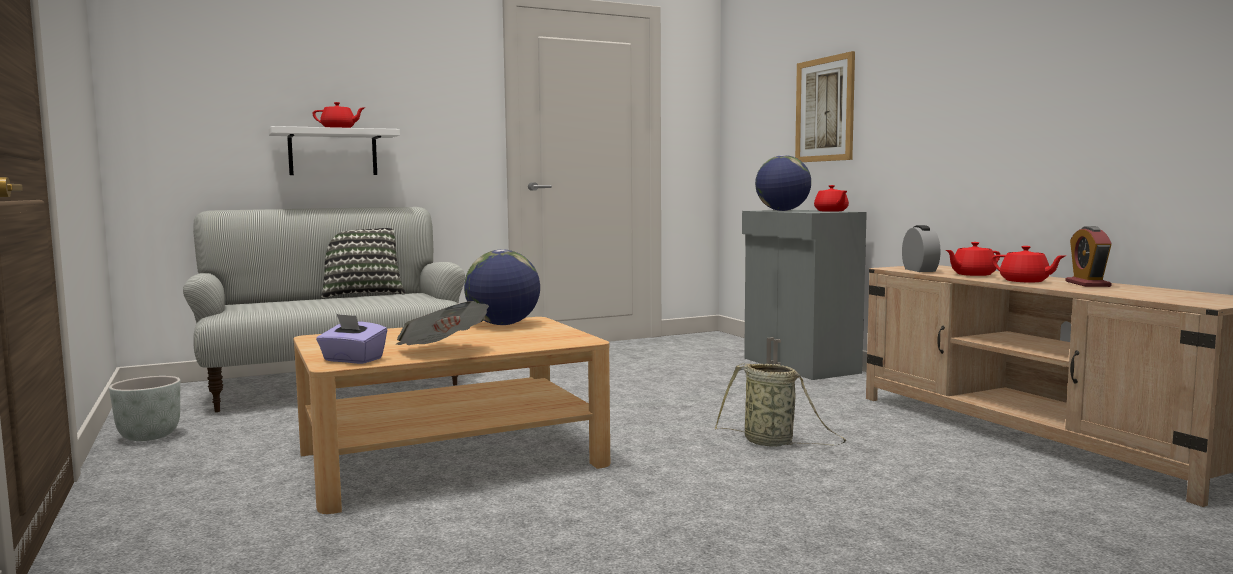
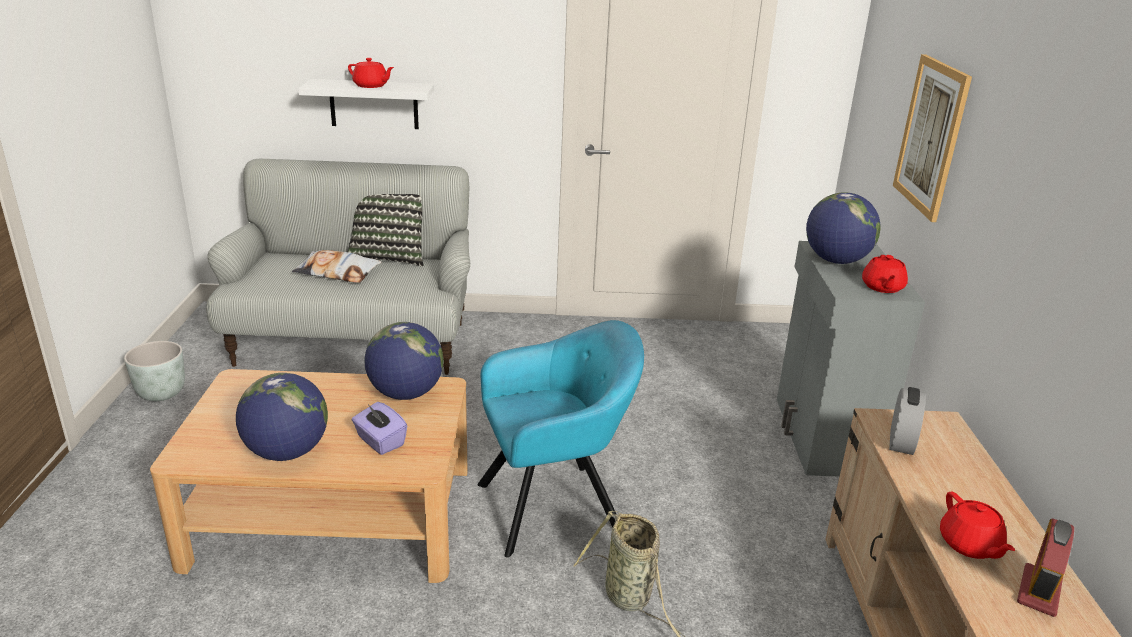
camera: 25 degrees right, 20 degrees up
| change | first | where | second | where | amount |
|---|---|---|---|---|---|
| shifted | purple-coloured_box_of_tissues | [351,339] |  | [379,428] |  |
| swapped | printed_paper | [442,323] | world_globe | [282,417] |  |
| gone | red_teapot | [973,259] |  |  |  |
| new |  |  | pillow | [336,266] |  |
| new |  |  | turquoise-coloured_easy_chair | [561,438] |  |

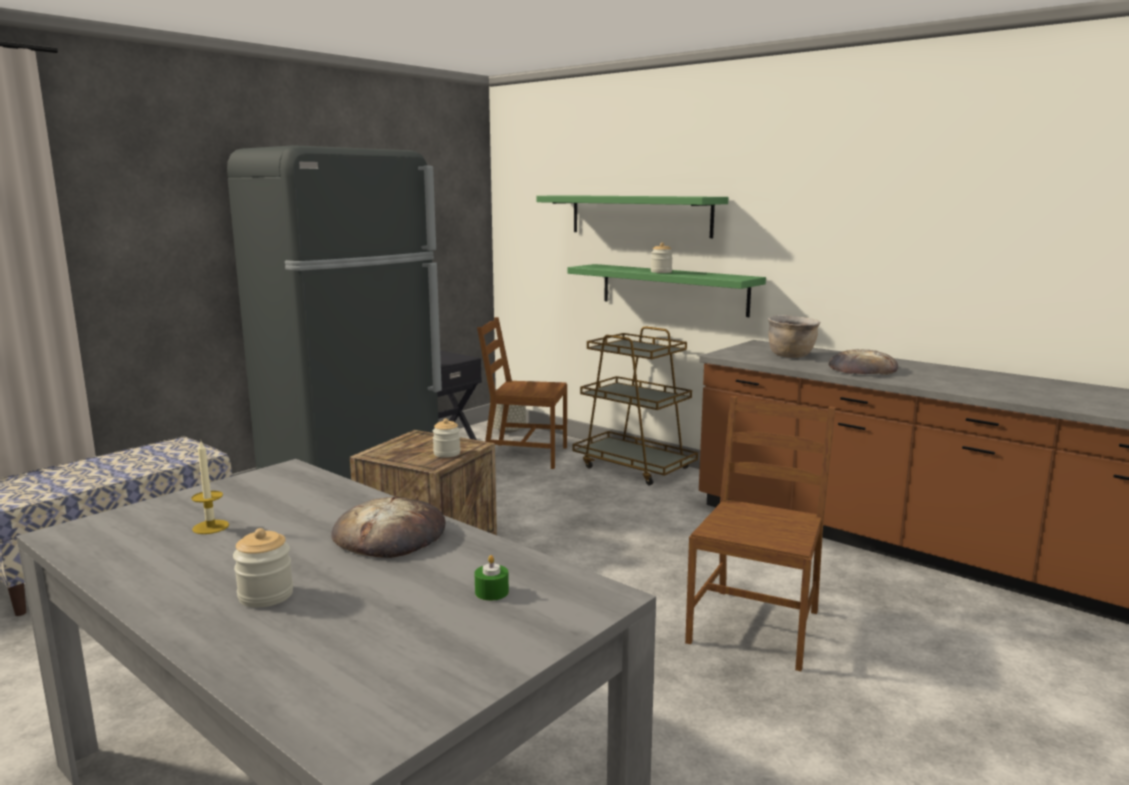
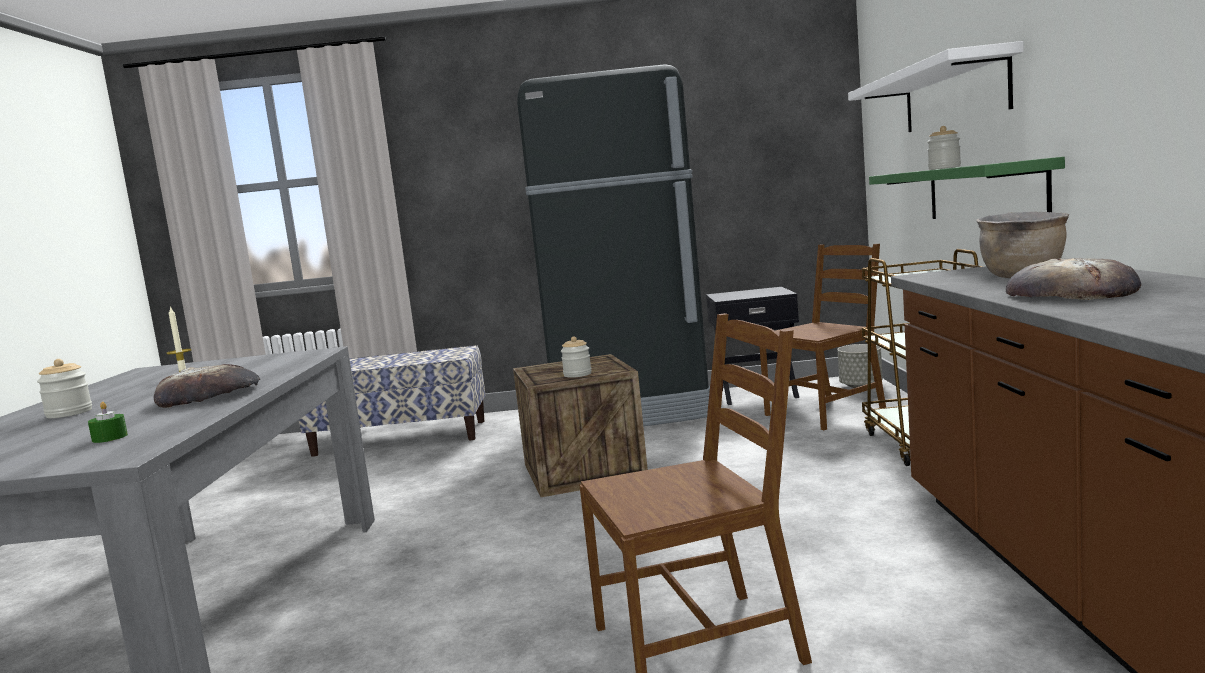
camera: 50 degrees right, 5 degrees down
| change | first | where | second | where | amount |
|---|---|---|---|---|---|
| rotated | brown_chair | [522,393] |  | [823,337] | 90 degrees clockwise |
| repainted | greenish_wall_shelf | [632,216] | whitish_wall_shelf | [936,86] |  |

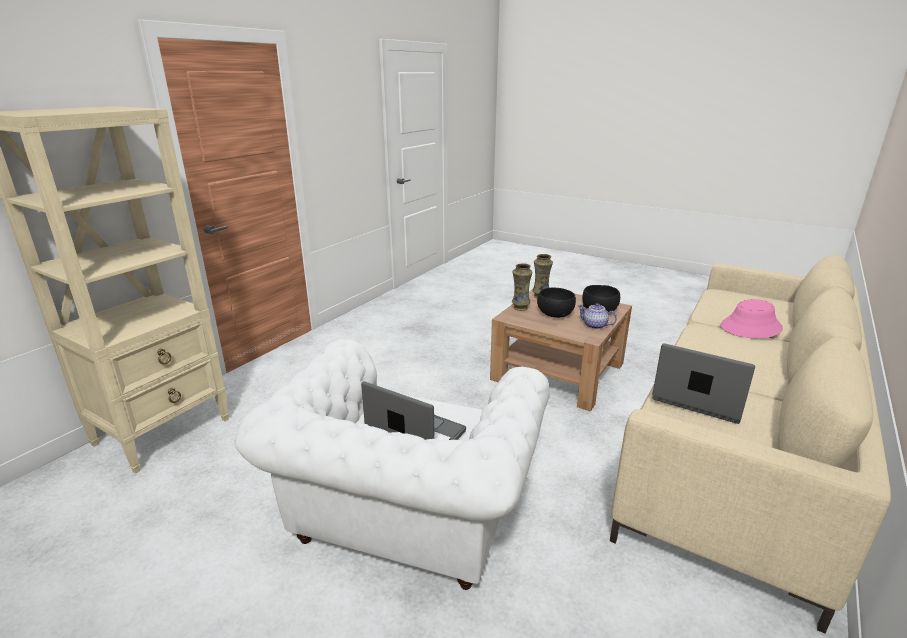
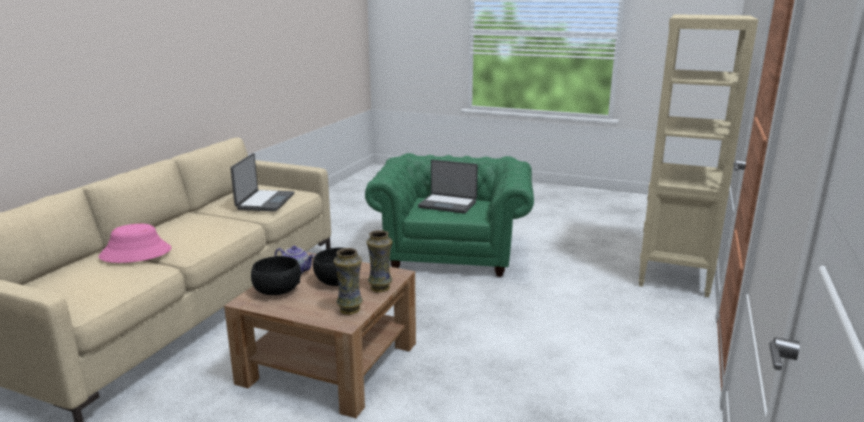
camera: 170 degrees right, 5 degrees down
| change | first | where | second | where | amount |
|---|---|---|---|---|---|
| repainted | whitish_easy_chair | [392,464] | greenish_easy_chair | [449,215] |  |
| rotated | notebook_computer | [703,383] |  | [262,182] | 105 degrees counterclockwise |

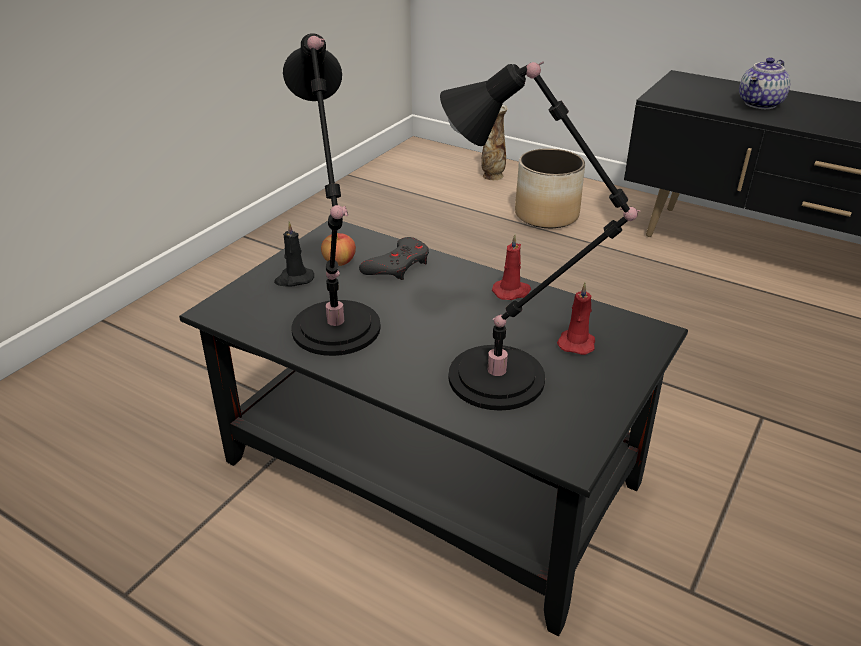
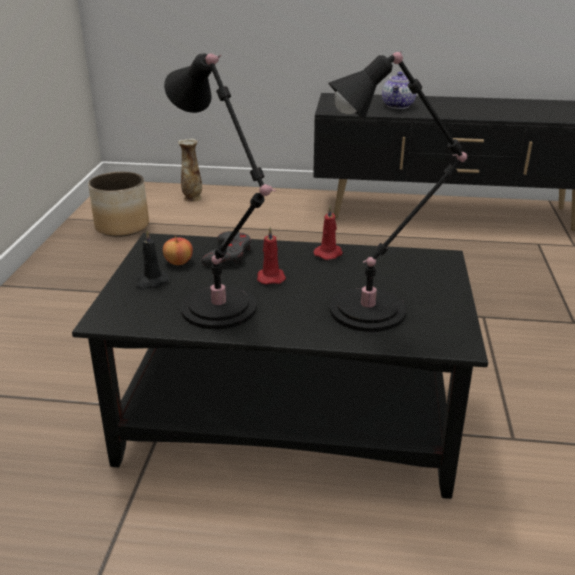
camera: 25 degrees left, 5 degrees down
| change | first | where | second | where | amount |
|---|---|---|---|---|---|
| shifted | planter | [550,188] |  | [118,204] |  |
| shifted | red_wax_candle | [576,318] |  | [271,255] |  |

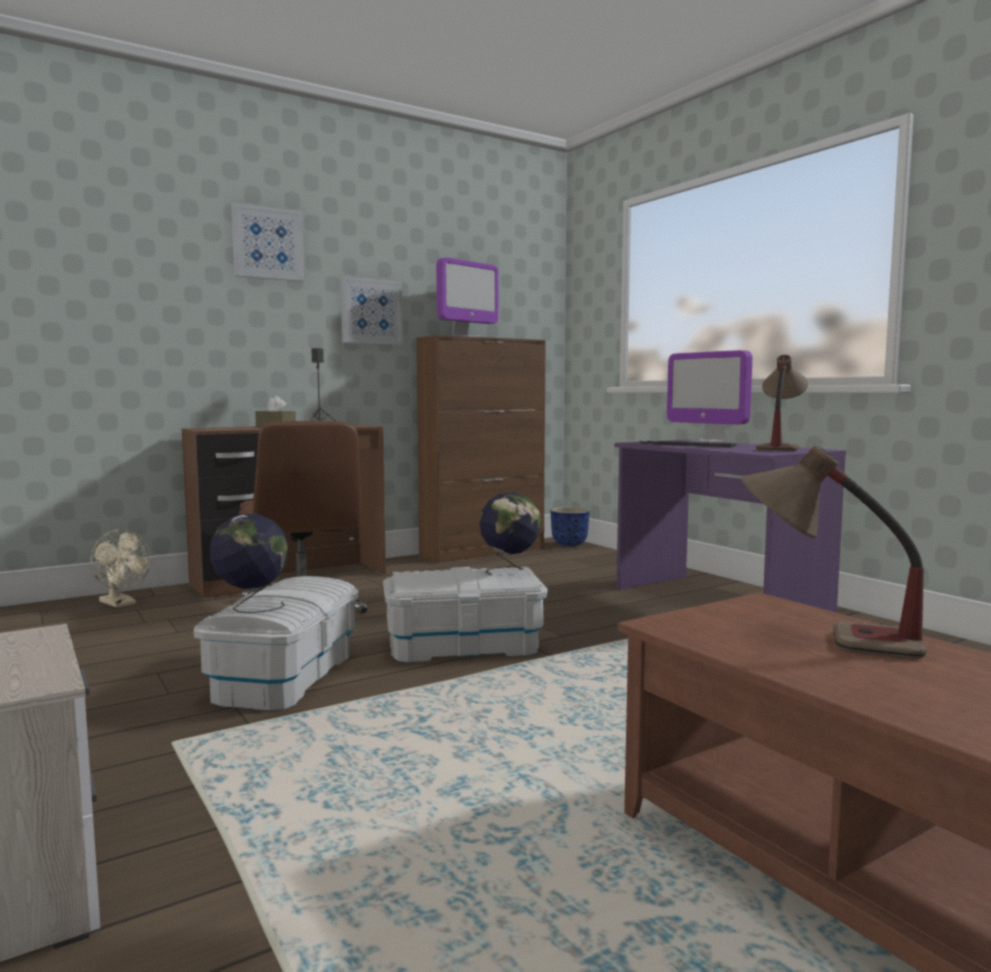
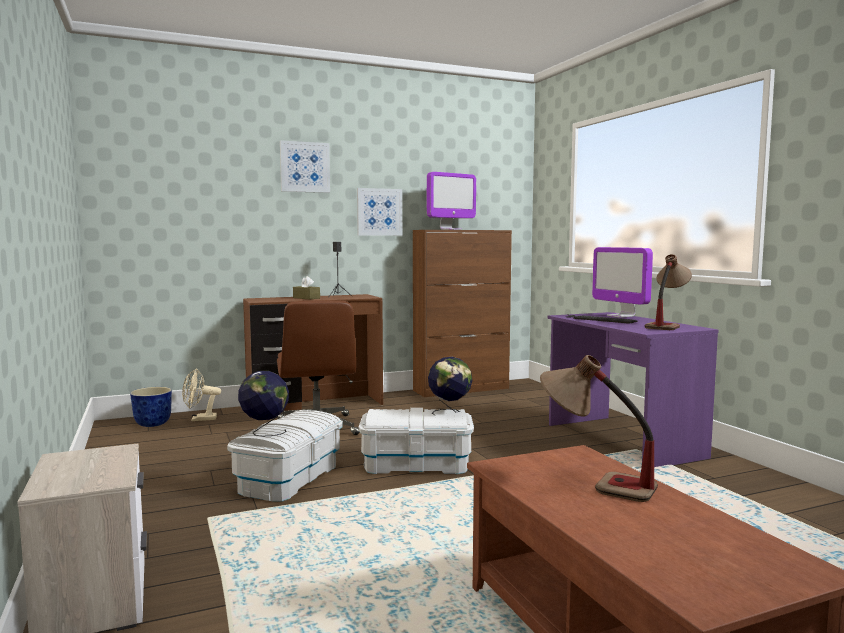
camera: 10 degrees right, 0 degrees up
| change | first | where | second | where | amount |
|---|---|---|---|---|---|
| rotated | beige-coloured_fan | [121,568] |  | [201,394] | 120 degrees clockwise |
| shifted | planter | [570,526] |  | [151,407] |  |

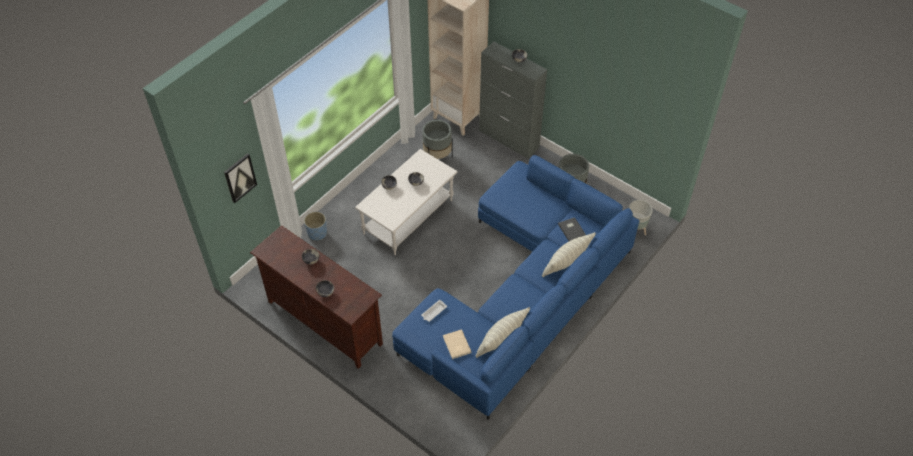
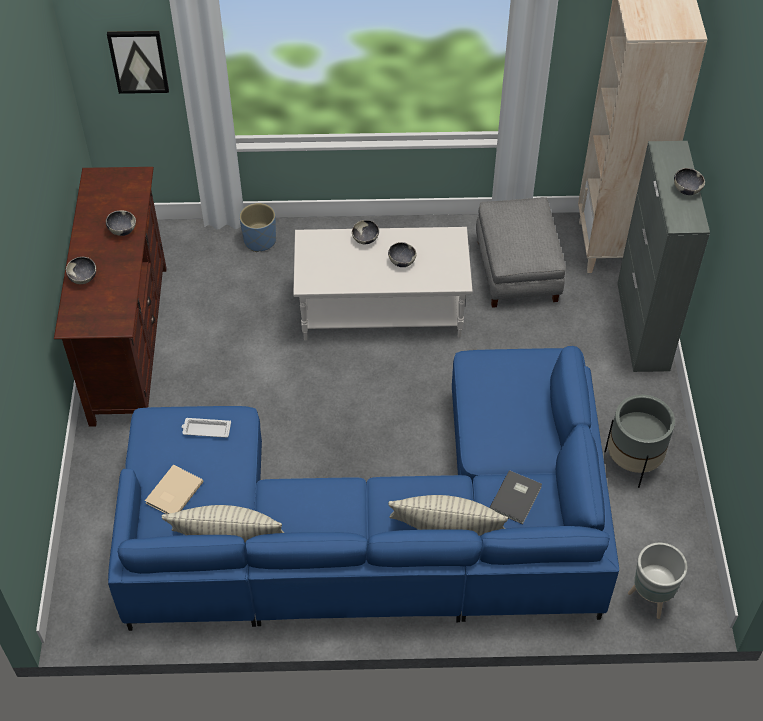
camera: 50 degrees right, 0 degrees up
| change | first | where | second | where | amount |
|---|---|---|---|---|---|
| swapped | gray_planter | [437,139] | gray_footrest | [521,252] |  |

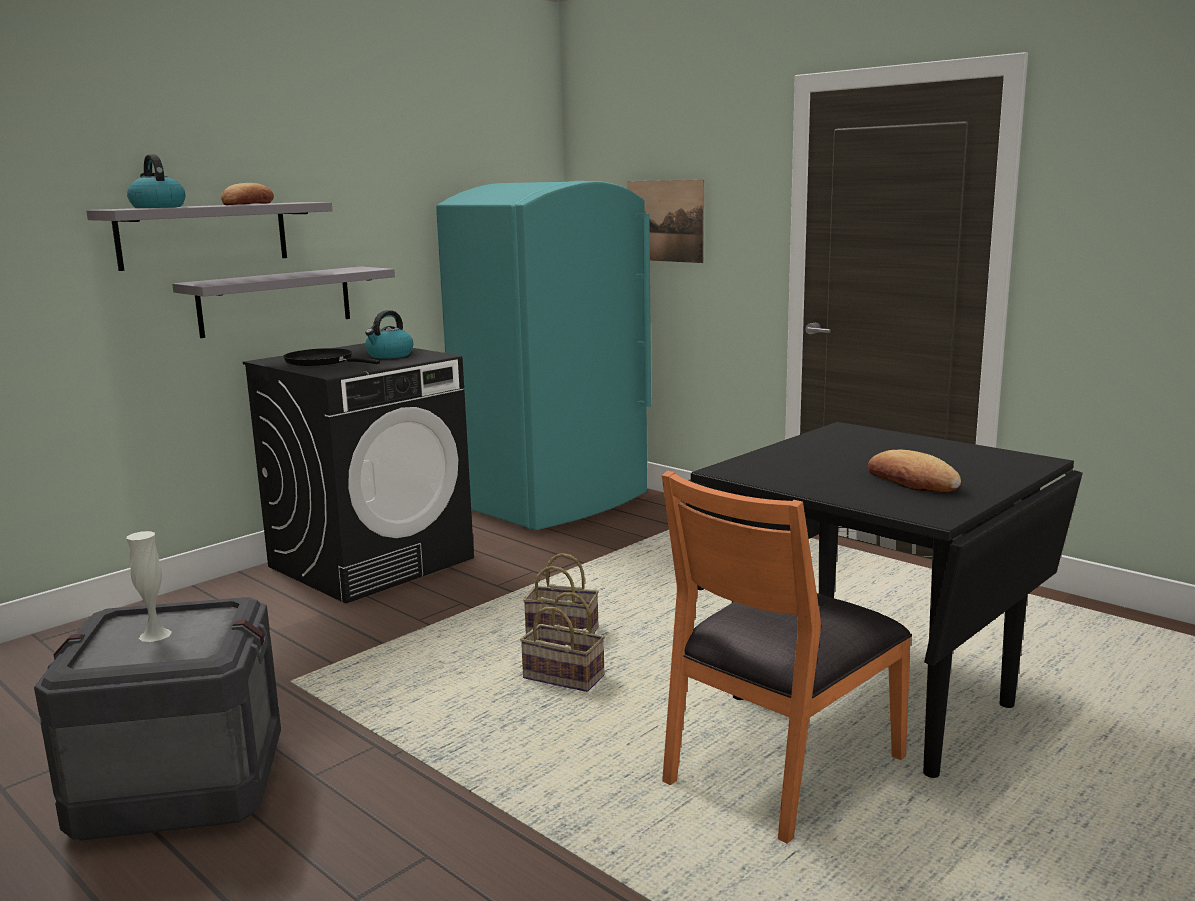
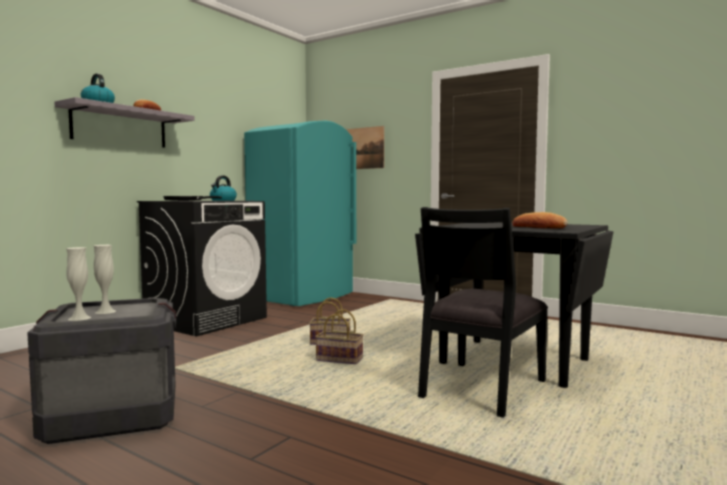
camera: 10 degrees left, 10 degrees down
| change | first | where | second | where | amount |
|---|---|---|---|---|---|
| gone | gray_wall_shelf | [283,302] |  |  |  |
| repainted | orangey_chair | [787,657] | black-coloured_chair | [483,312] |  |
| new |  |  | whitish_decorative_vase | [78,284] |  |

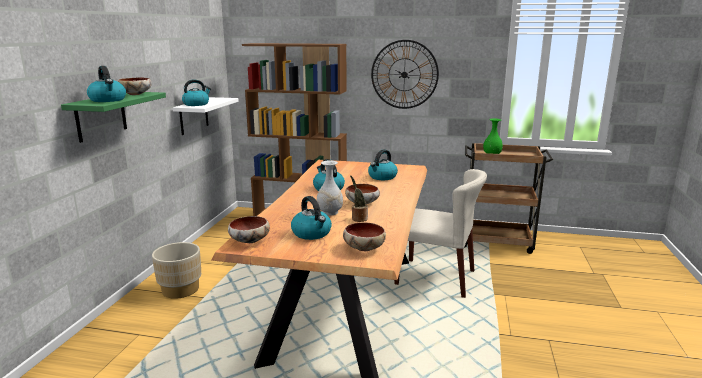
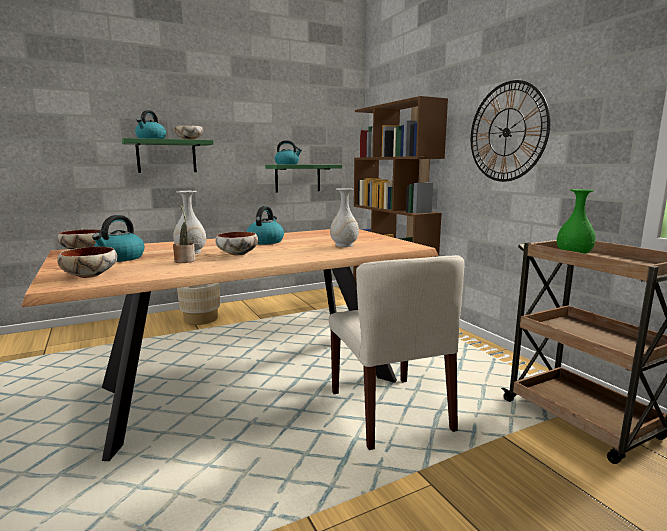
camera: 50 degrees right, 5 degrees down
| change | first | where | second | where | amount |
|---|---|---|---|---|---|
| repainted | whitish_wall_shelf | [206,116] | greenish_wall_shelf | [303,178] |  |
| swapped | tea_kettle | [383,164] | whitish_decorative_vase | [344,217] |  |

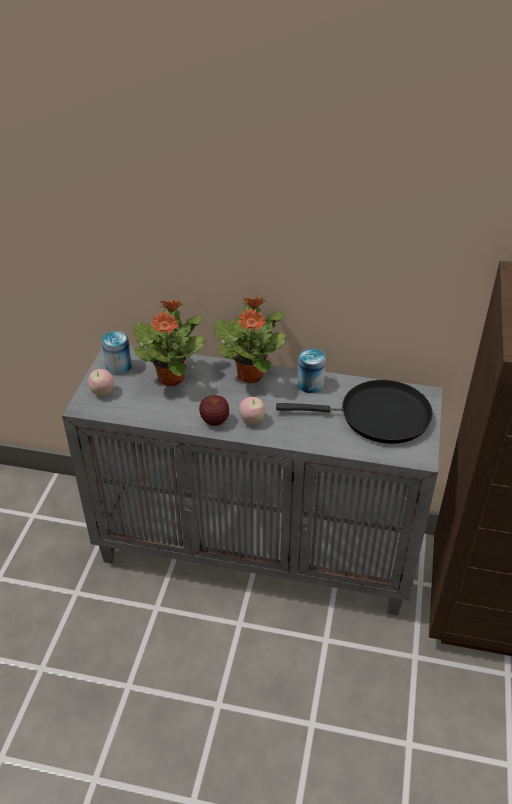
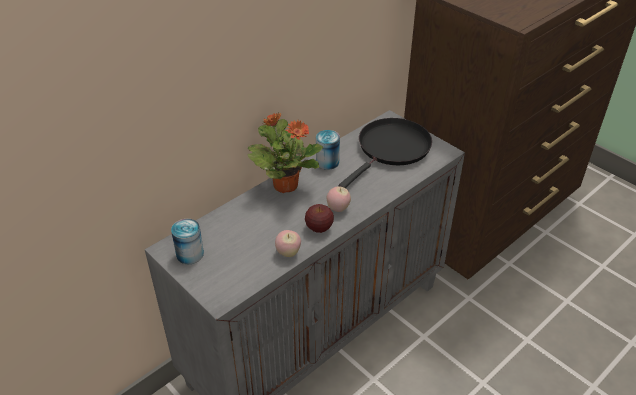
camera: 55 degrees left, 0 degrees up
| change | first | where | second | where | amount |
|---|---|---|---|---|---|
| shifted | apple_fruit | [101,382] |  | [288,243] |  |
| gone | houseplant | [169,343] |  |  |  |

